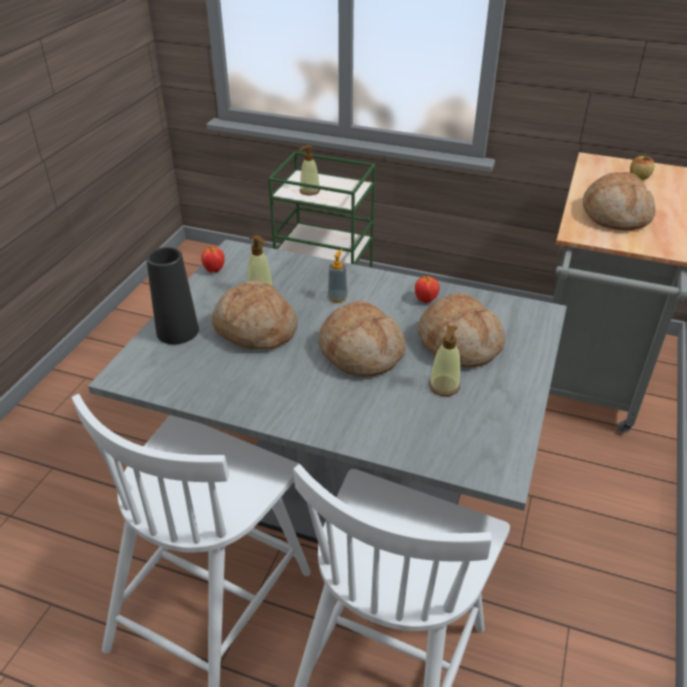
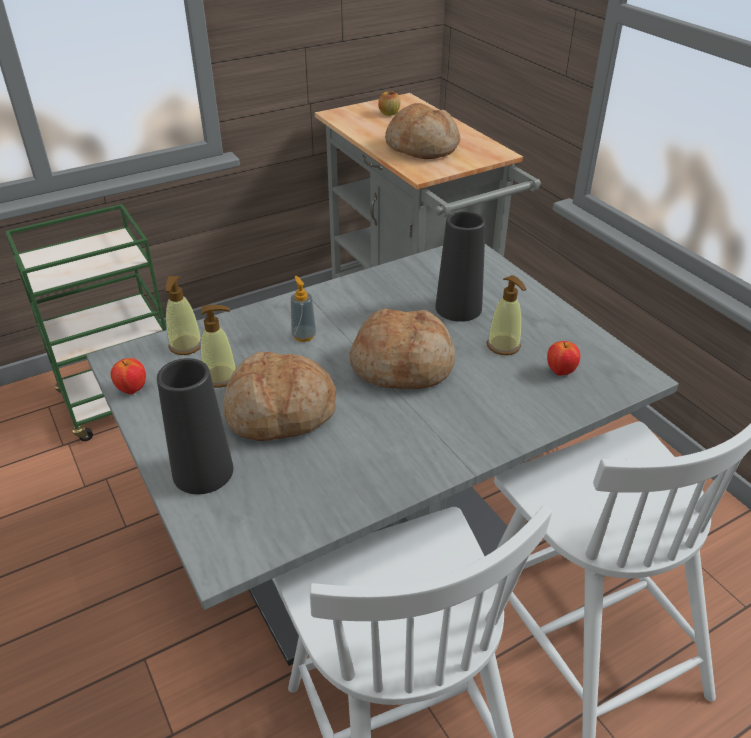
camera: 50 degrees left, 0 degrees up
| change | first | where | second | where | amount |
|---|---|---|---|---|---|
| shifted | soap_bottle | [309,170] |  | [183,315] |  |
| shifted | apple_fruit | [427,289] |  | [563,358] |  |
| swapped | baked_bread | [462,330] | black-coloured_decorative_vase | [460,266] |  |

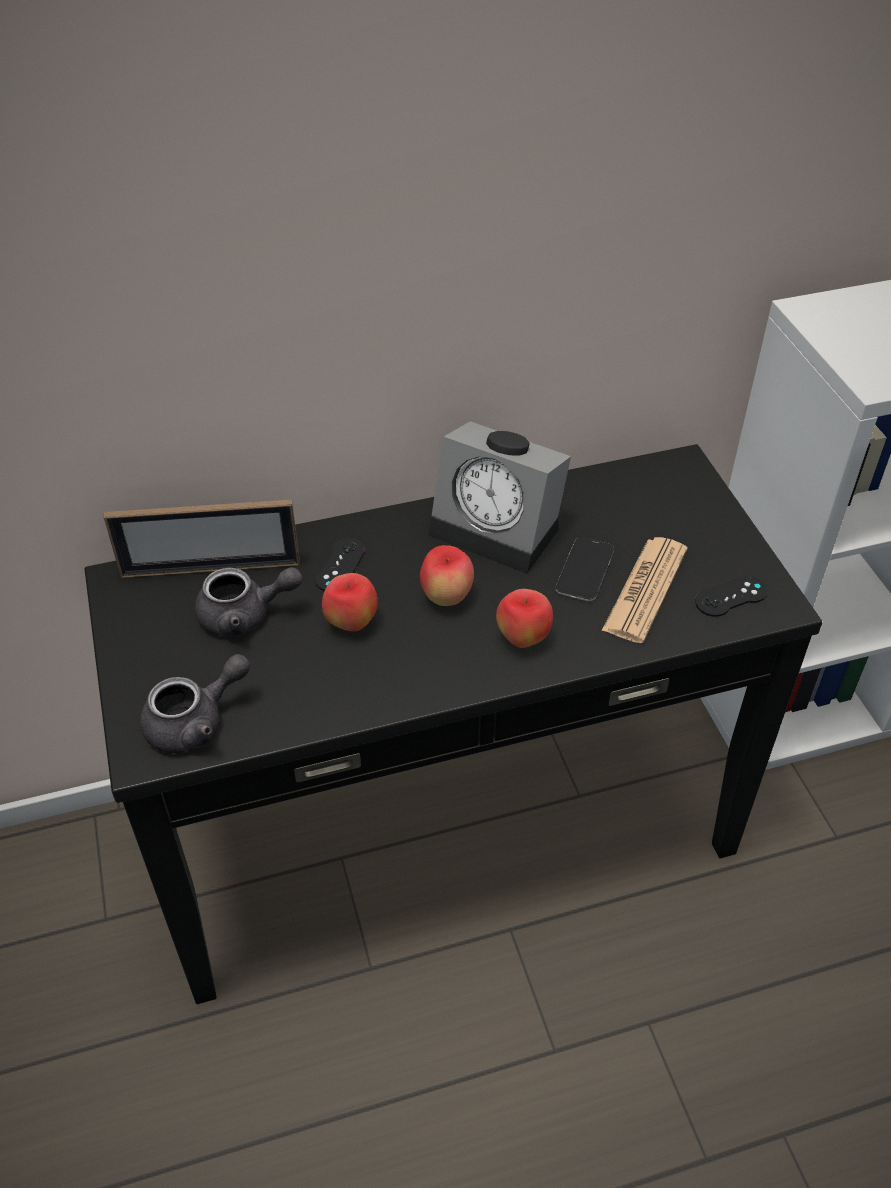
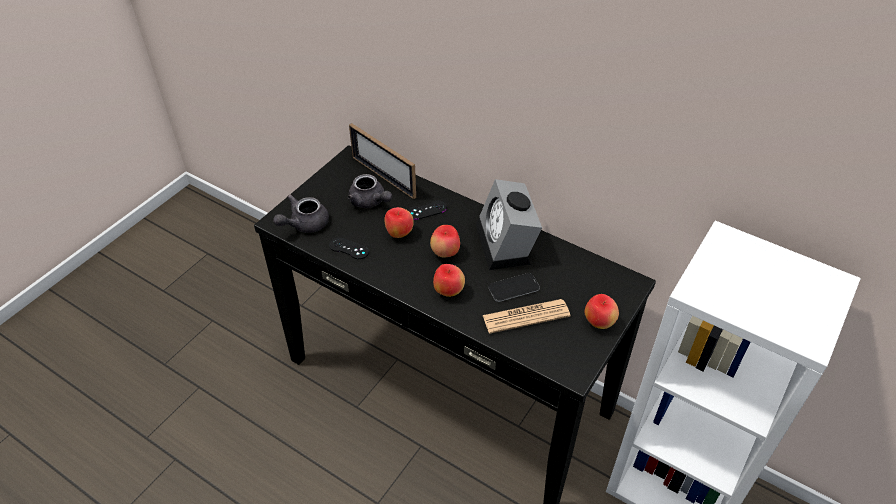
camera: 50 degrees right, 0 degrees up
| change | first | where | second | where | amount |
|---|---|---|---|---|---|
| rotated | gray_teapot | [195,703] |  | [301,213] | 120 degrees clockwise |
| shifted | black-coloured_game_controller | [731,596] |  | [349,248] |  |
| new |  |  | apple_fruit | [602,311] |  |

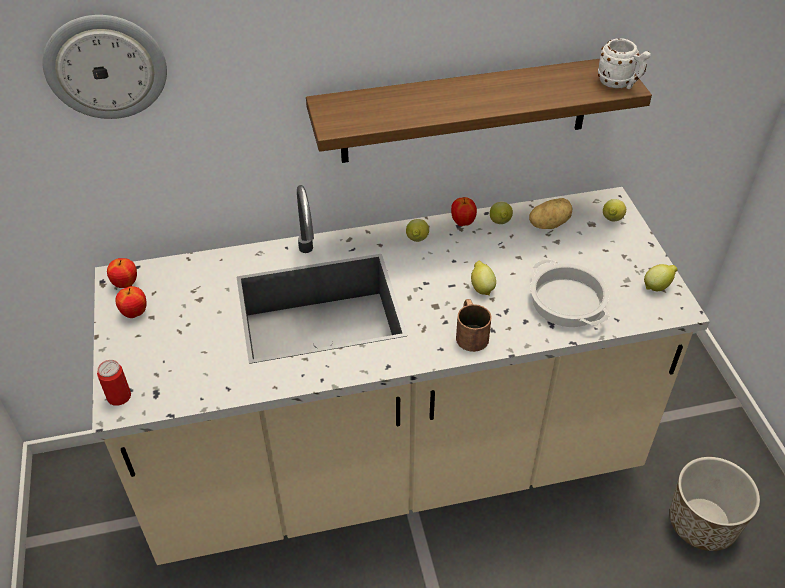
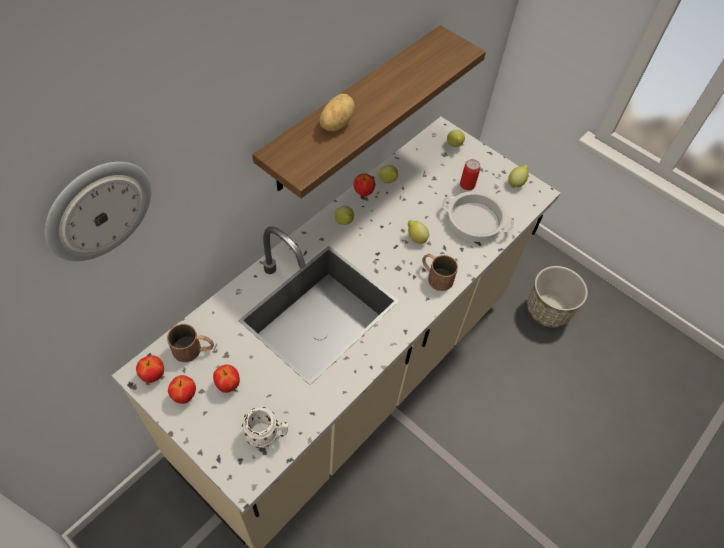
camera: 40 degrees left, 10 degrees up
| change | first | where | second | where | amount |
|---|---|---|---|---|---|
| shifted | can | [114,383] |  | [470,174] |  |
| shifted | spud | [550,213] |  | [337,112] |  |
| shifted | whitish_coffee_mug | [624,63] |  | [265,427] |  |
| new |  |  | brown_coffee_mug | [190,343] |  |
| new |  |  | apple_fruit | [226,379] |  |

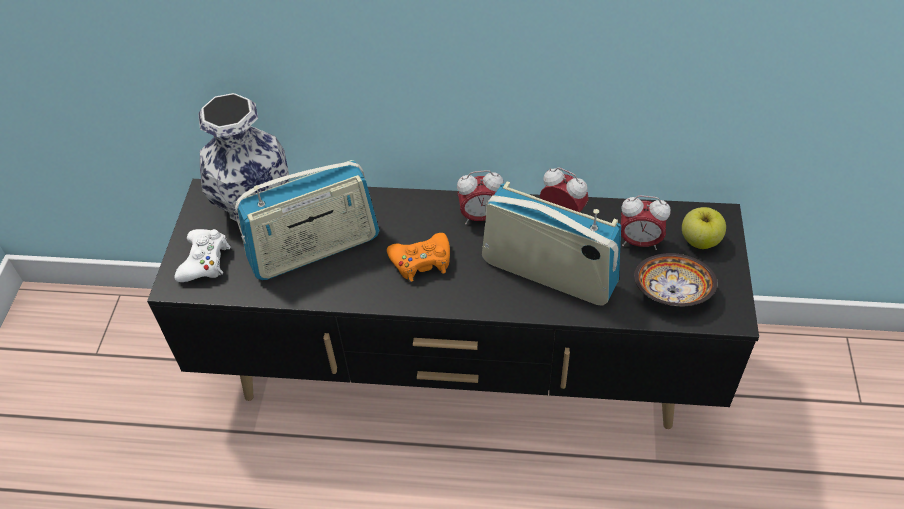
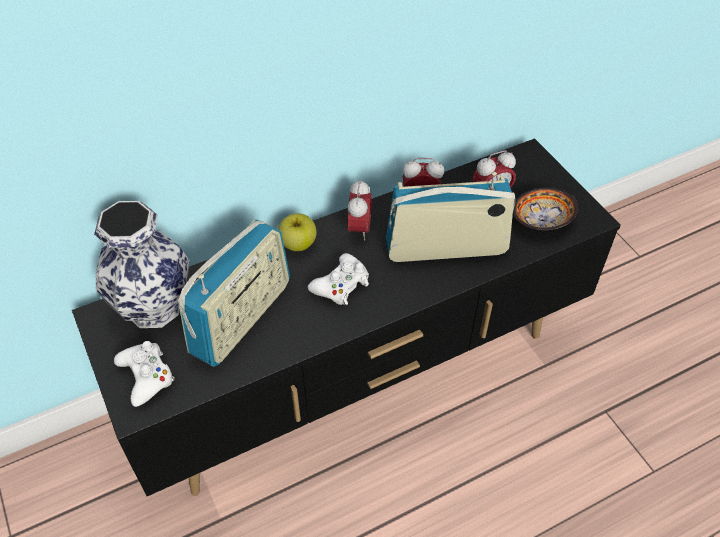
camera: 35 degrees left, 0 degrees up
| change | first | where | second | where | amount |
|---|---|---|---|---|---|
| repainted | orangey_game_controller | [418,257] | whitish_game_controller | [338,279] |  |
| rotated | bedside_clock | [480,197] |  | [359,210] | 45 degrees counterclockwise |
| shifted | apple_fruit | [704,228] |  | [297,232] |  |

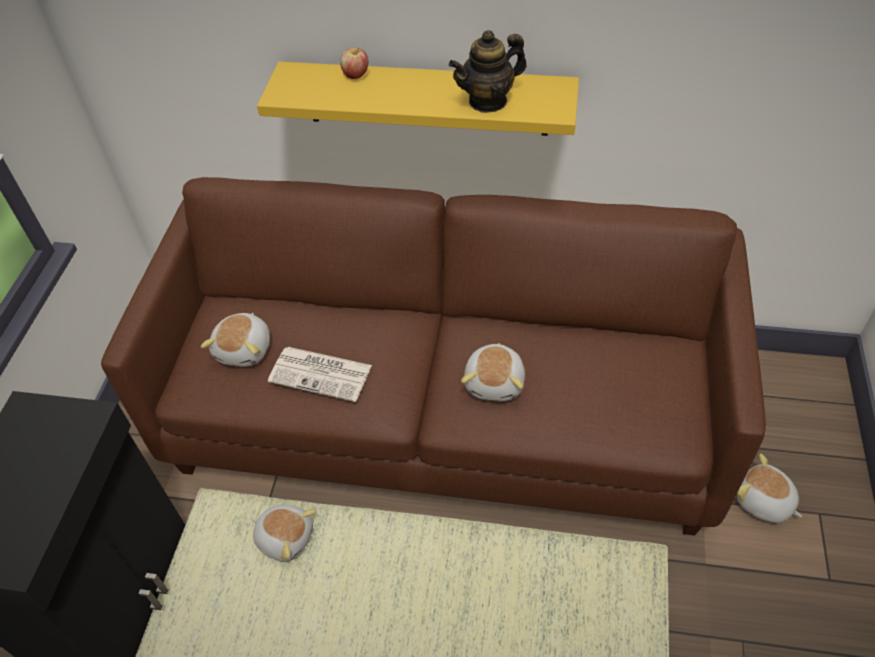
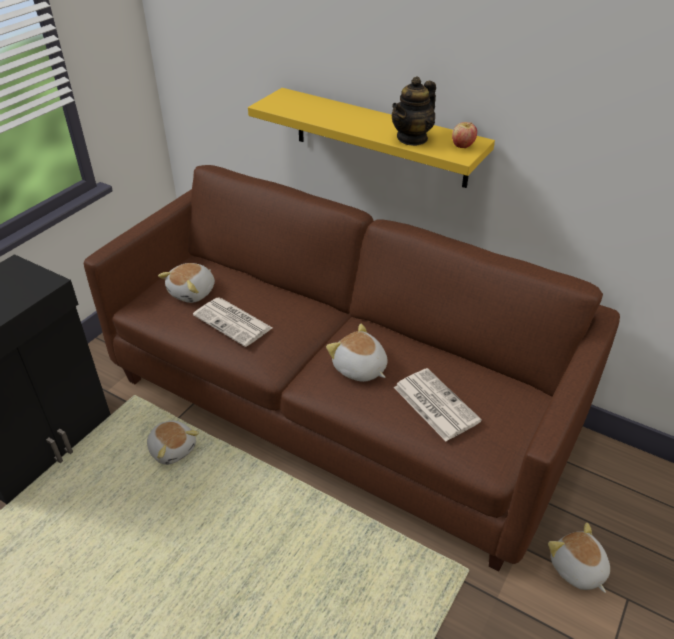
camera: 20 degrees right, 10 degrees down
| change | first | where | second | where | amount |
|---|---|---|---|---|---|
| shifted | apple_fruit | [354,63] |  | [464,135] |  |
| rotated | teapot | [488,71] |  | [414,111] | 45 degrees counterclockwise |
| rotated | plush_toy | [493,372] |  | [357,353] | 105 degrees clockwise |
| new |  |  | printed_paper | [437,404] |  |

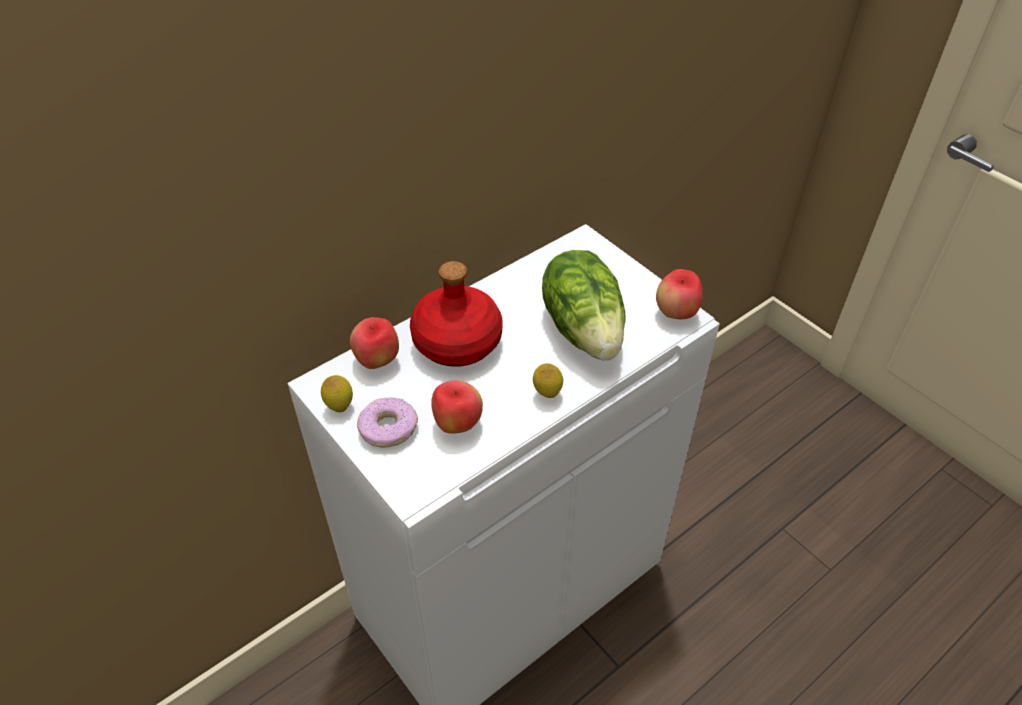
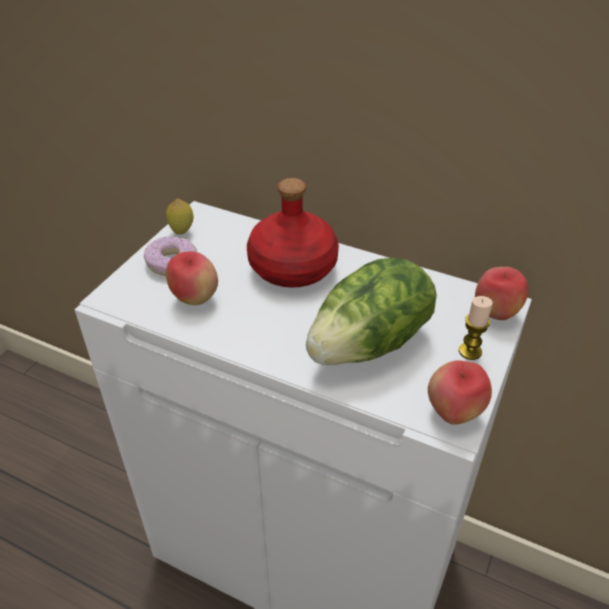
camera: 65 degrees right, 5 degrees down
| change | first | where | second | where | amount |
|---|---|---|---|---|---|
| shifted | apple_fruit | [374,343] |  | [501,293] |  |
| gone | whole_lemon | [548,380] |  |  |  |
| new |  |  | wax_candle | [476,328] |  |

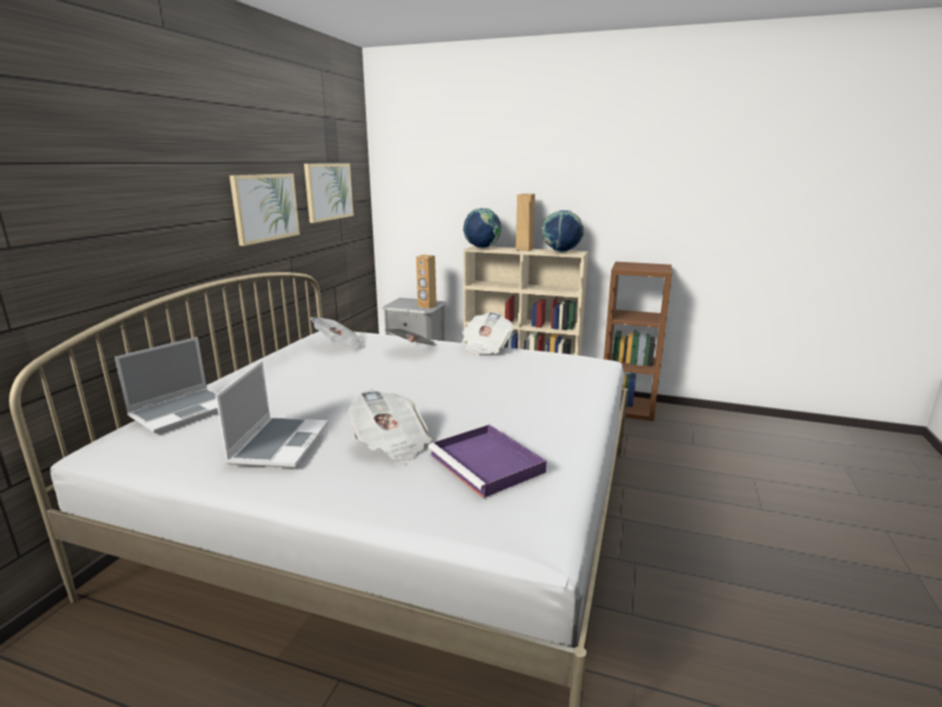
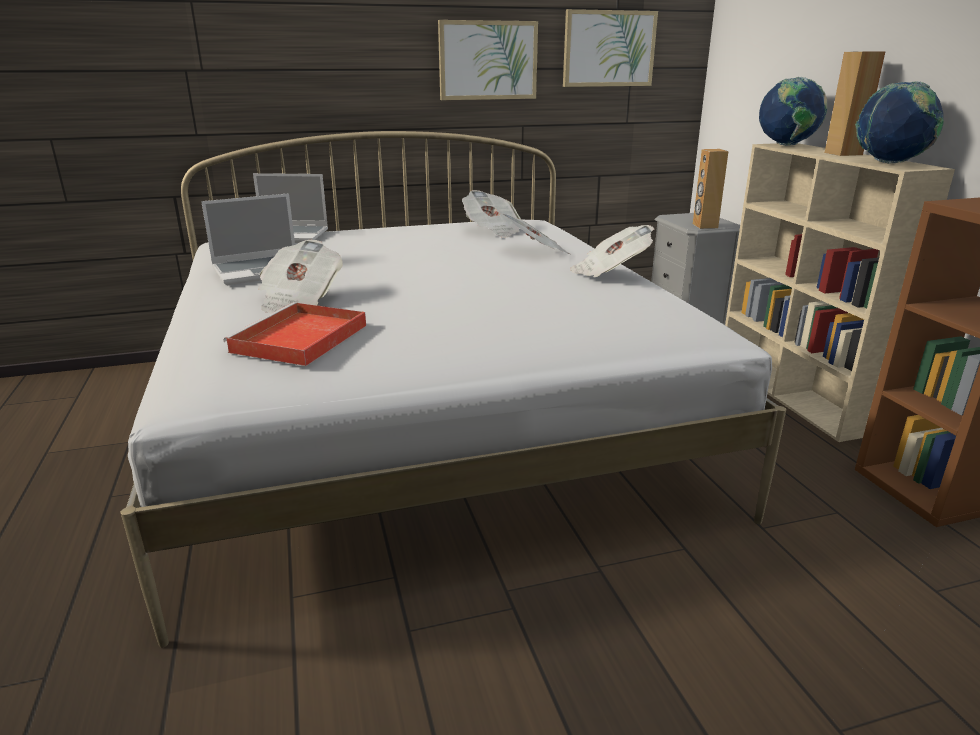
camera: 55 degrees right, 5 degrees up
| change | first | where | second | where | amount |
|---|---|---|---|---|---|
| repainted | purple-coloured_serving_tray | [487,461] | red_serving_tray | [295,334] |  |

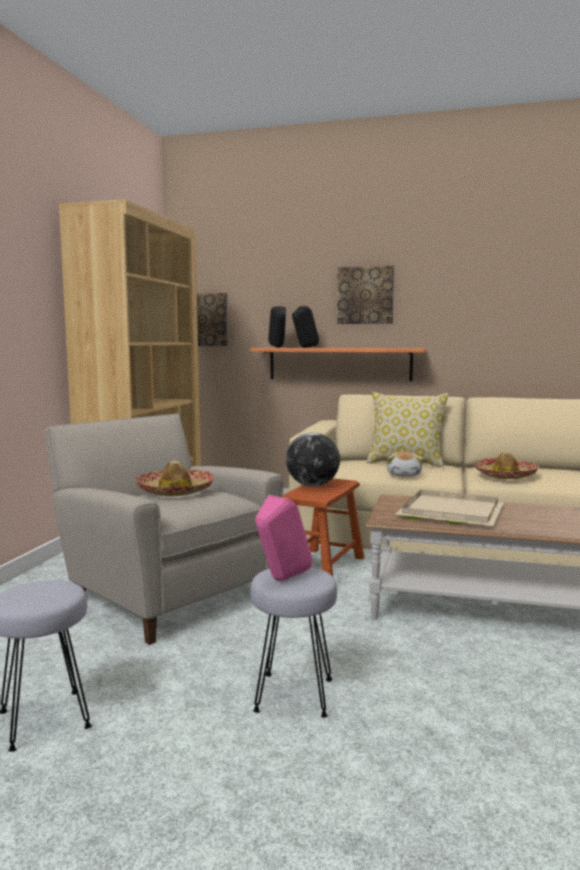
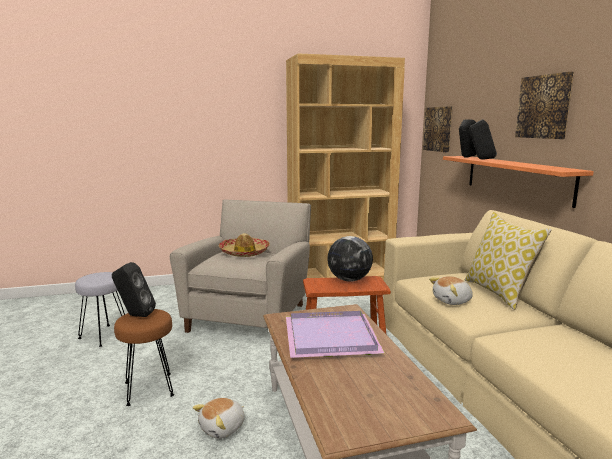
camera: 60 degrees right, 5 degrees up
| change | first | where | second | where | amount |
|---|---|---|---|---|---|
| repainted | gray_sitting_stool | [293,642] | brown_sitting_stool | [144,357] |  |
| repainted | pinkish_speaker | [284,538] | black-coloured_speaker | [134,289] |  |
| repainted | beige-coloured_serving_tray | [450,508] | purple-coloured_serving_tray | [335,334] |  |
| gone | wearable_hat | [507,465] |  |  |  |
| new |  |  | plush_toy | [218,418] |  |

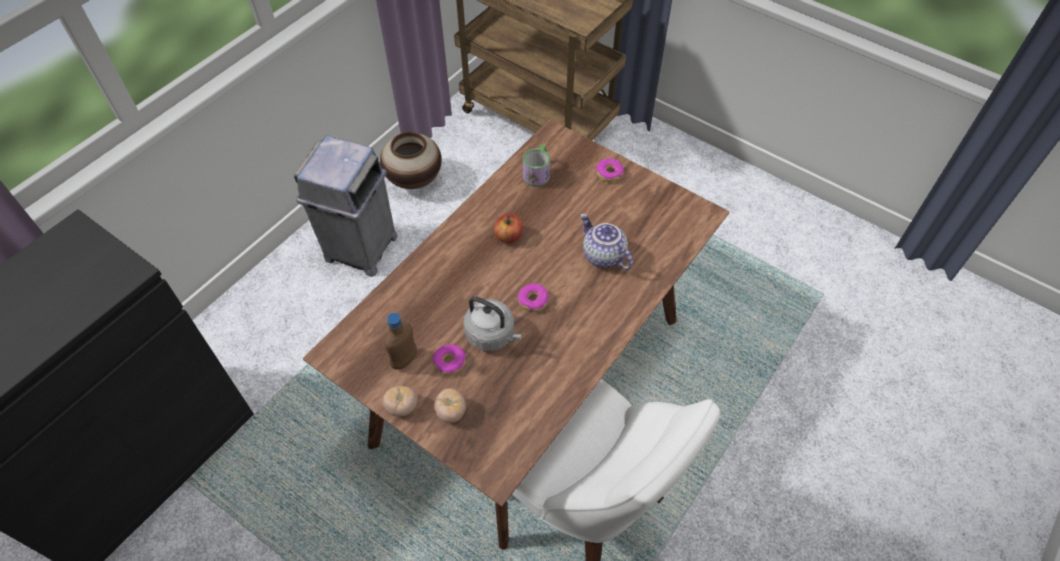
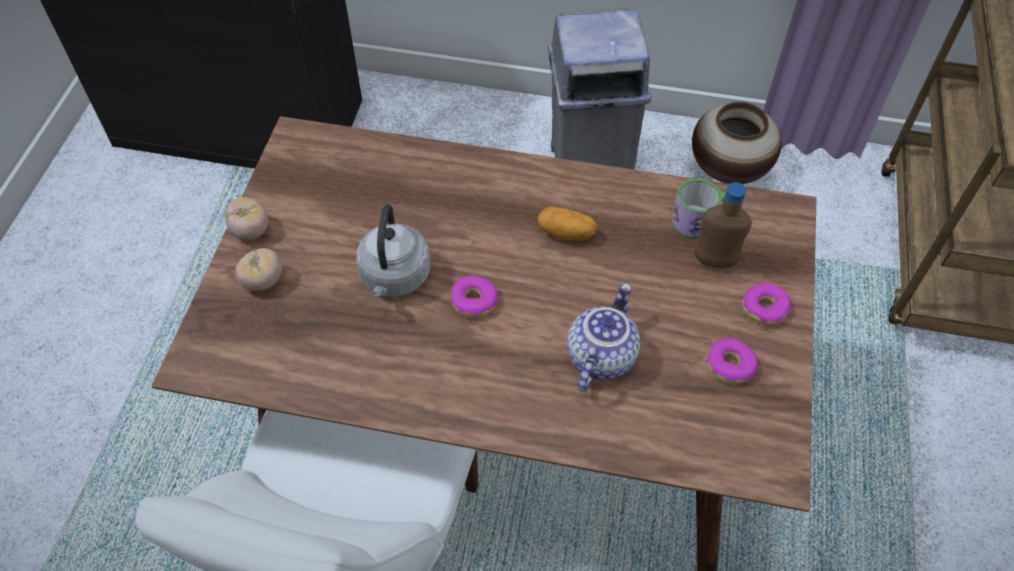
camera: 65 degrees right, 0 degrees up
| change | first | where | second | where | amount |
|---|---|---|---|---|---|
| shifted | brown_beverage_bottle | [400,341] |  | [723,225] |  |
| shifted | ring_doughnut | [449,359] |  | [732,361] |  |
| swapped | apple_fruit | [508,228] | spud | [567,224] |  |

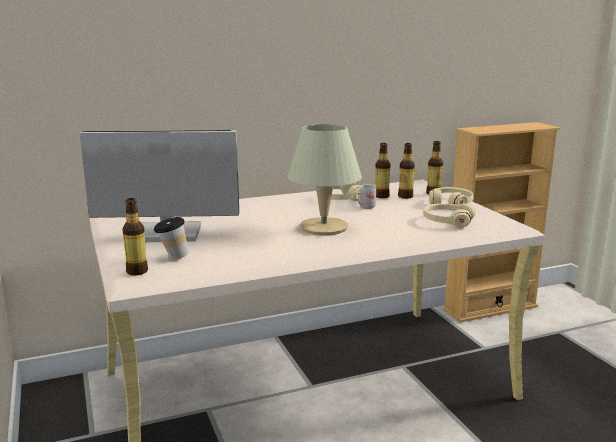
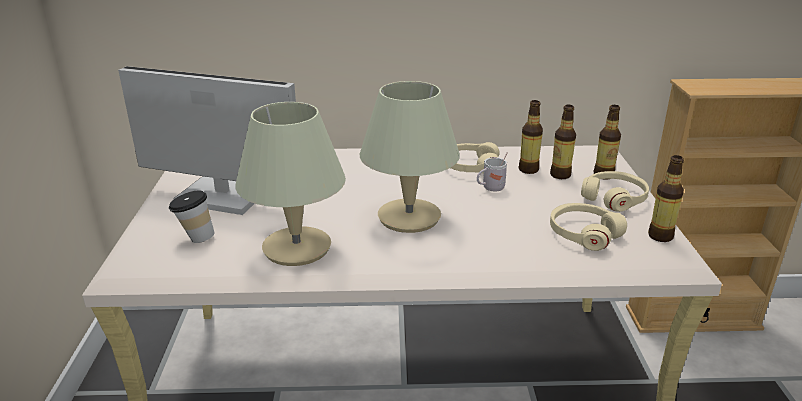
camera: 20 degrees right, 10 degrees up
| change | first | where | second | where | amount |
|---|---|---|---|---|---|
| shifted | beverage_bottle | [135,236] |  | [666,198] |  |
| new |  |  | beige-coloured_tabletop_lamp | [290,184] |  |

